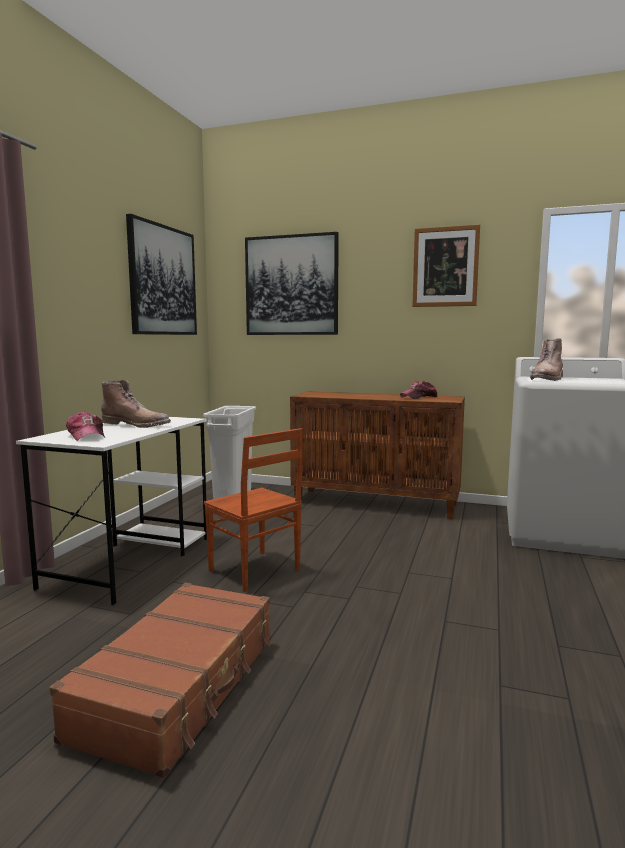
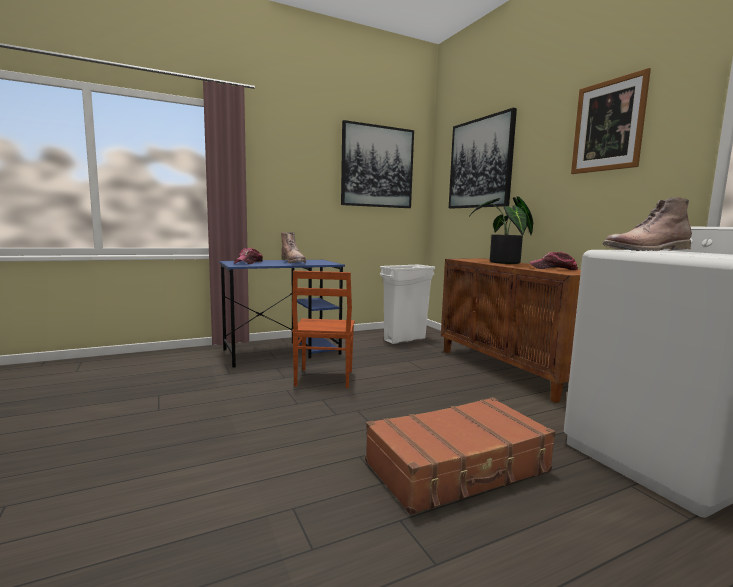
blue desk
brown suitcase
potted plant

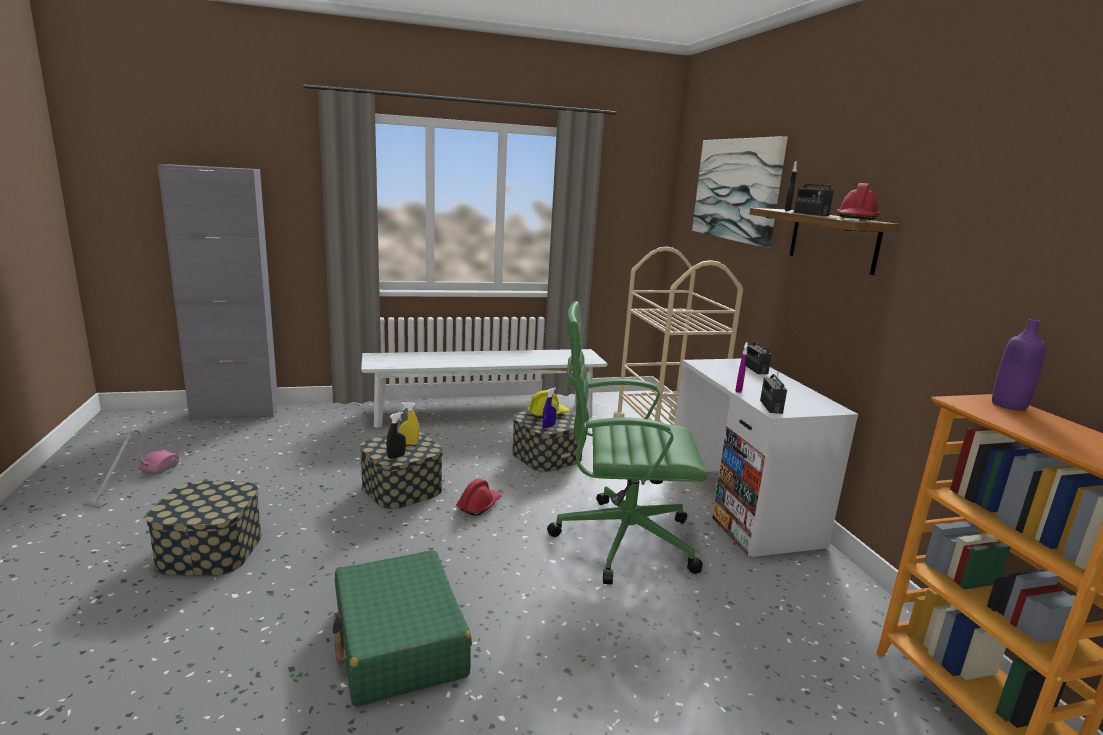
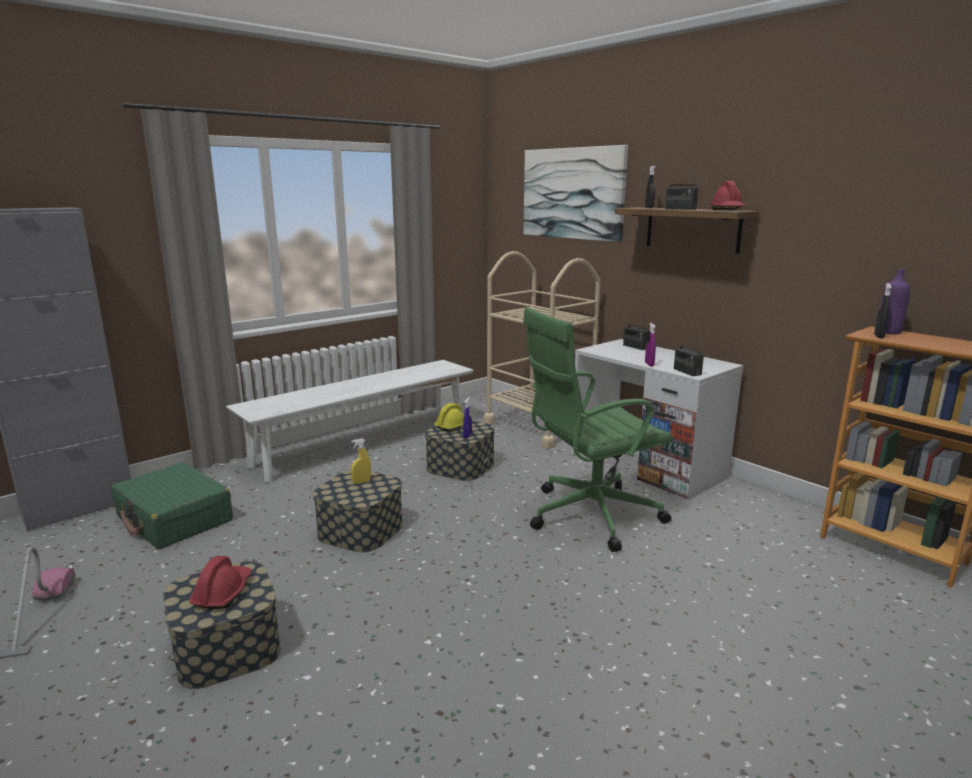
black spray bottle (no. 2 from left)
red hard hat (no. 1 from left)
green suitcase

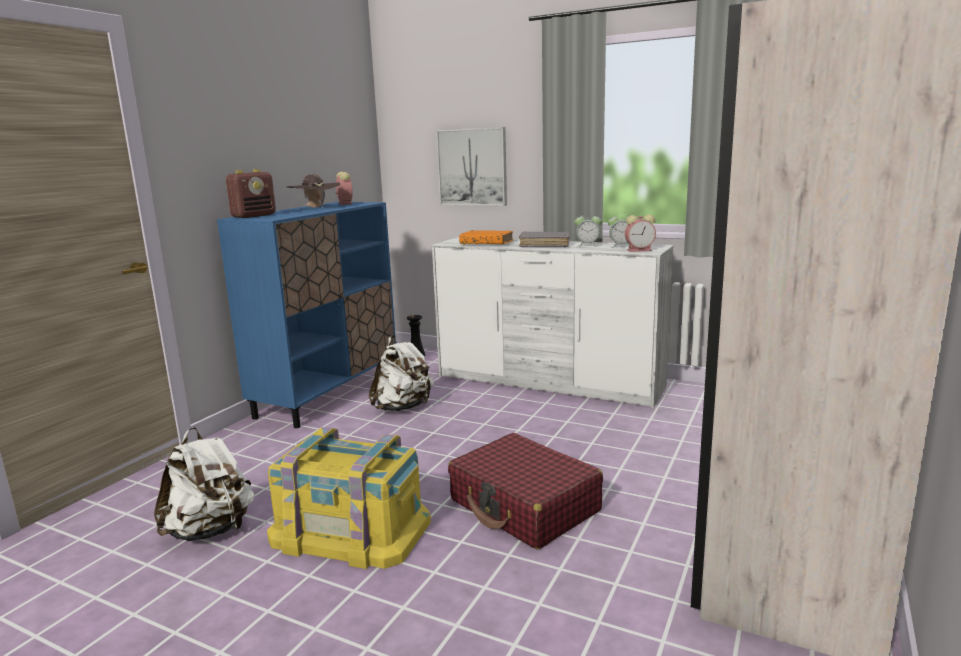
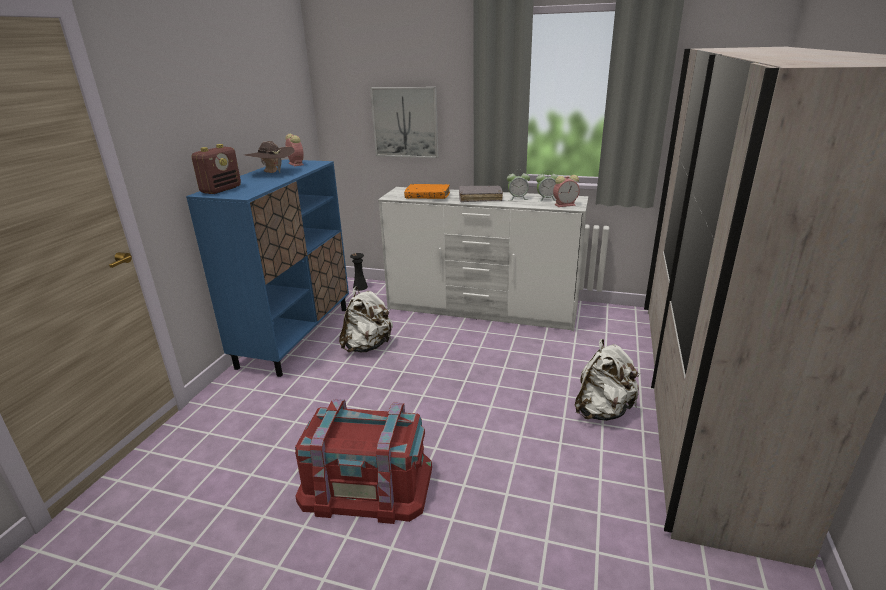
white backpack (no. 2 from left)
red storage box
red suitcase

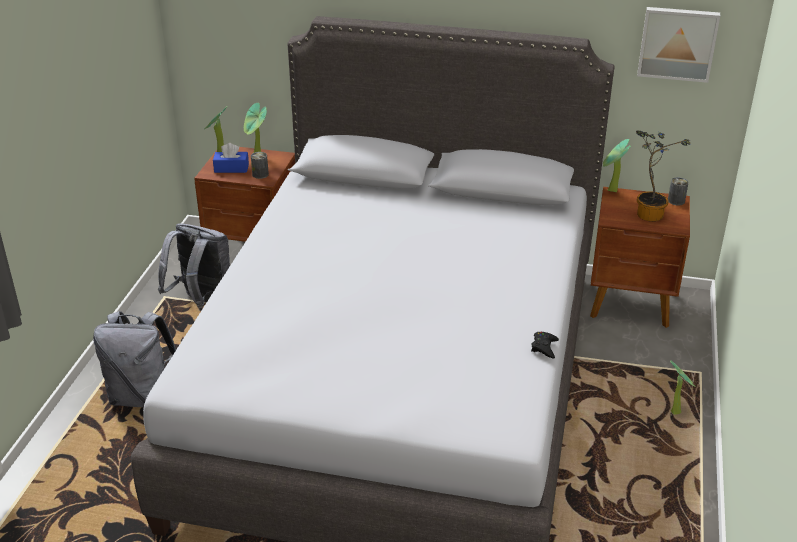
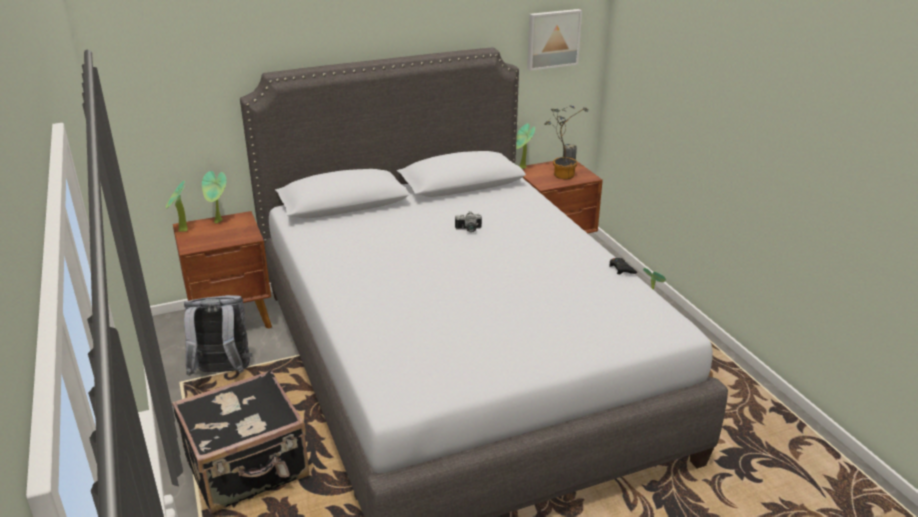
blue tissue box
can (no. 1 from left in the first image)
black suitcase
photo camera

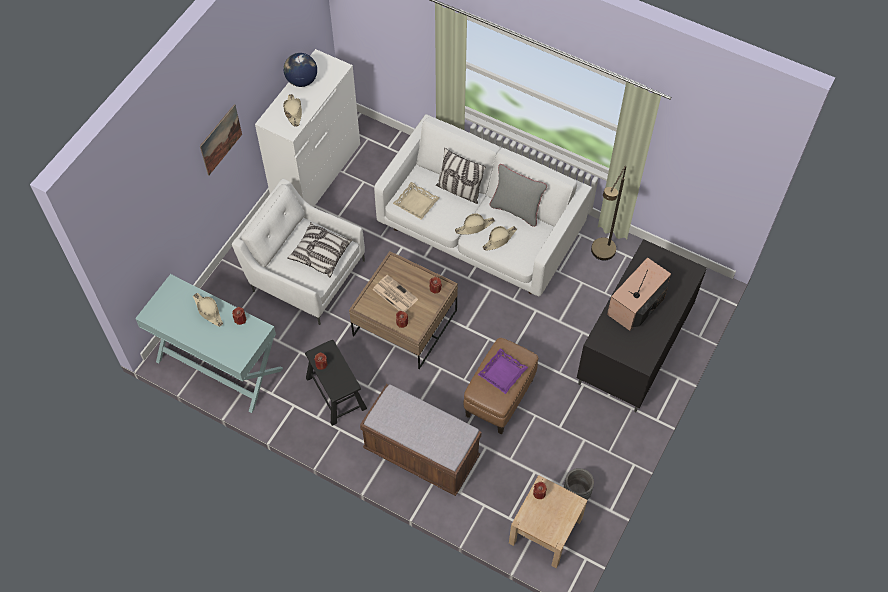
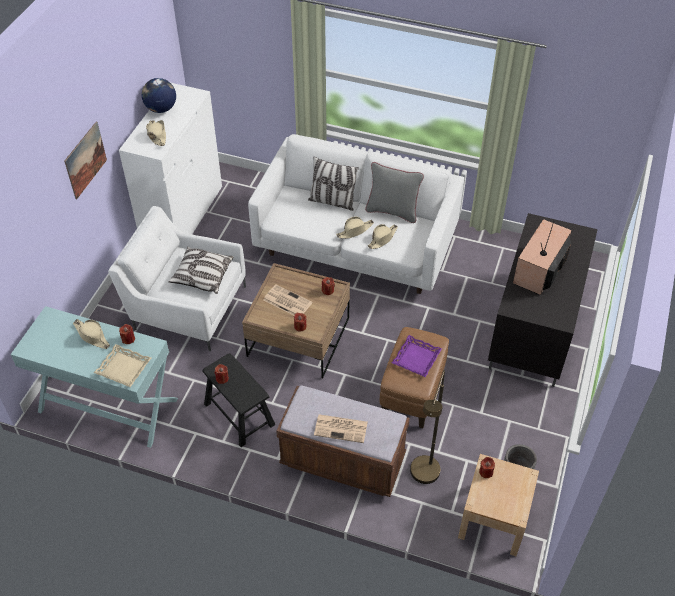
brown floor lamp
beige tray
newspaper (no. 2 from left)

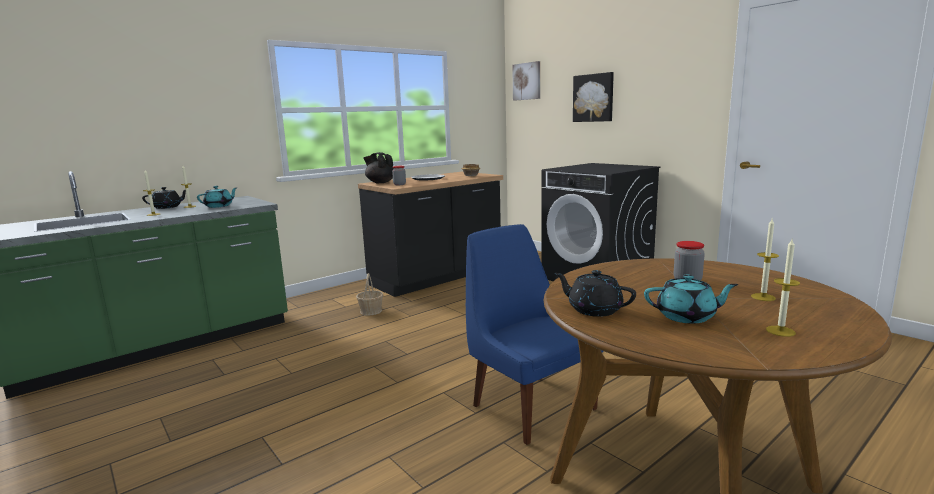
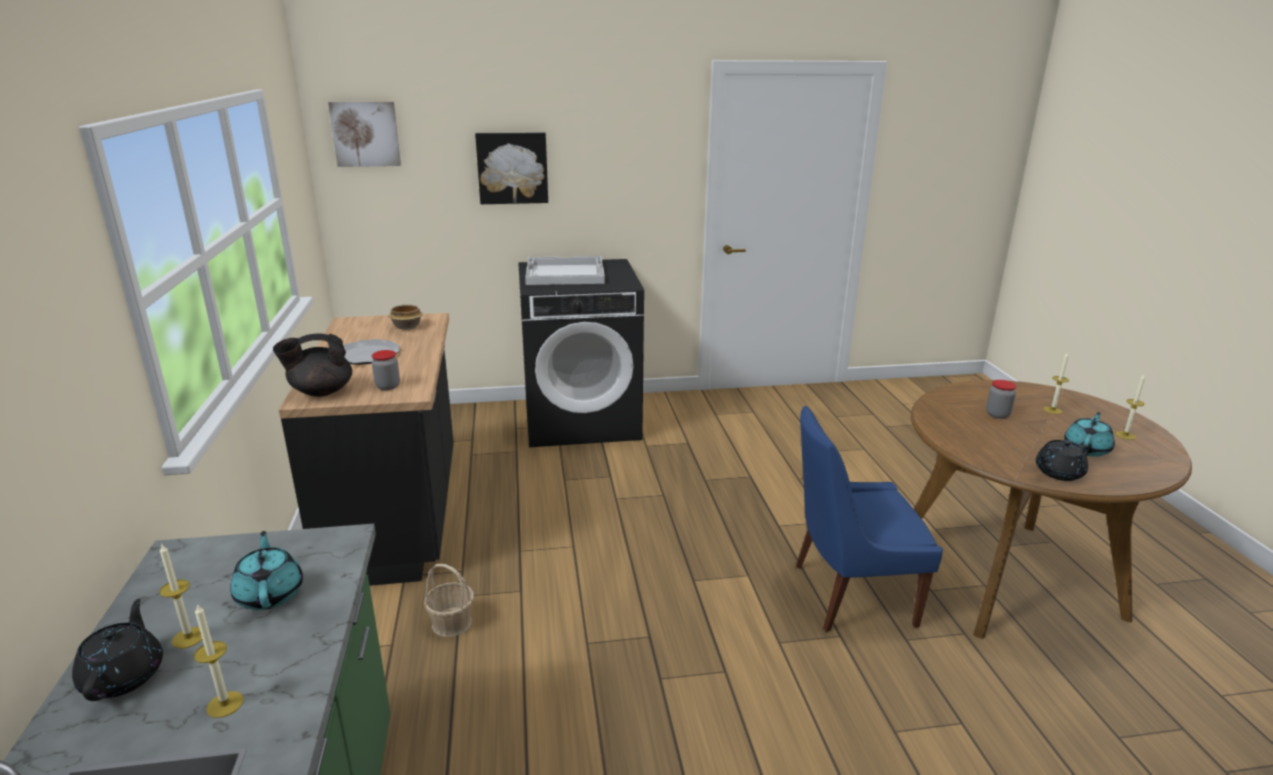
white tray

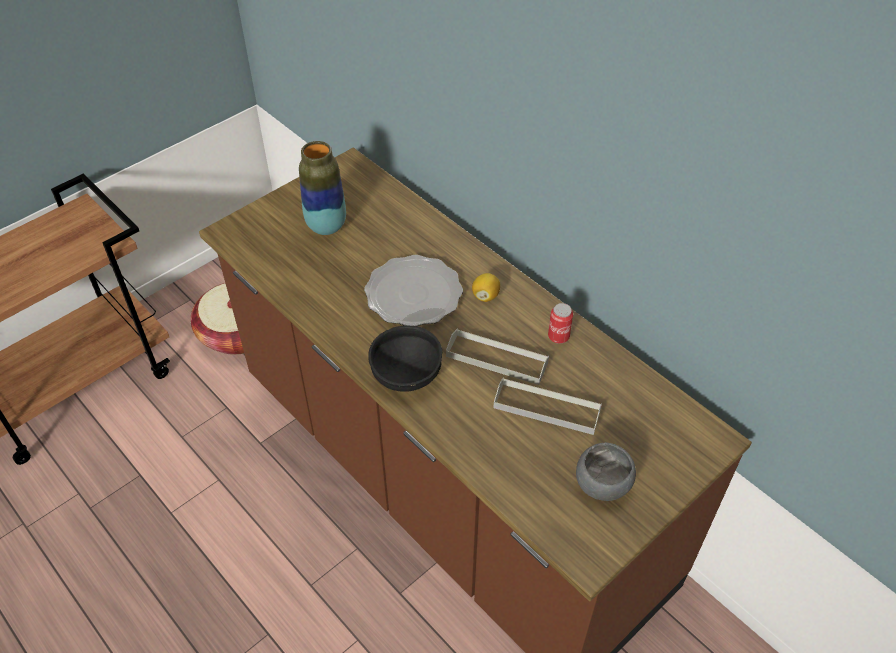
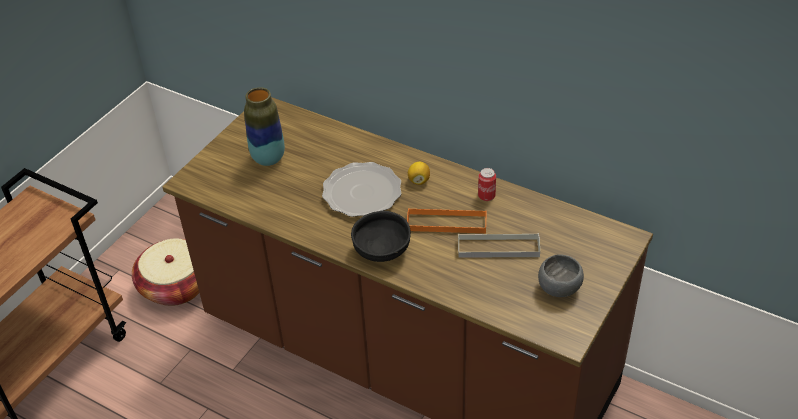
orange tray

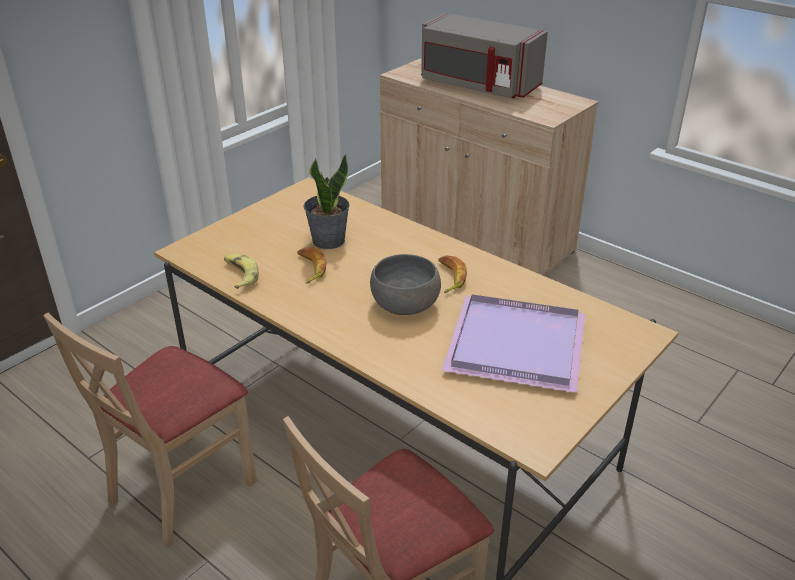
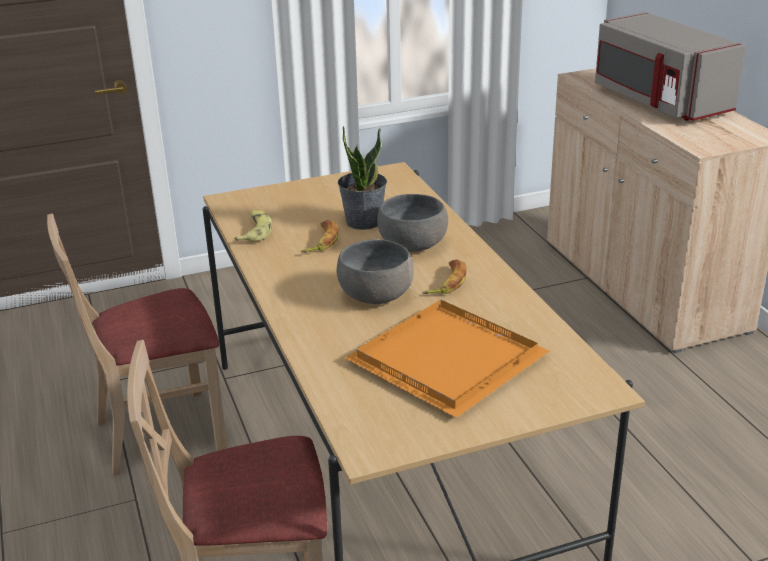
orange tray
grey bowl (no. 2 from left)

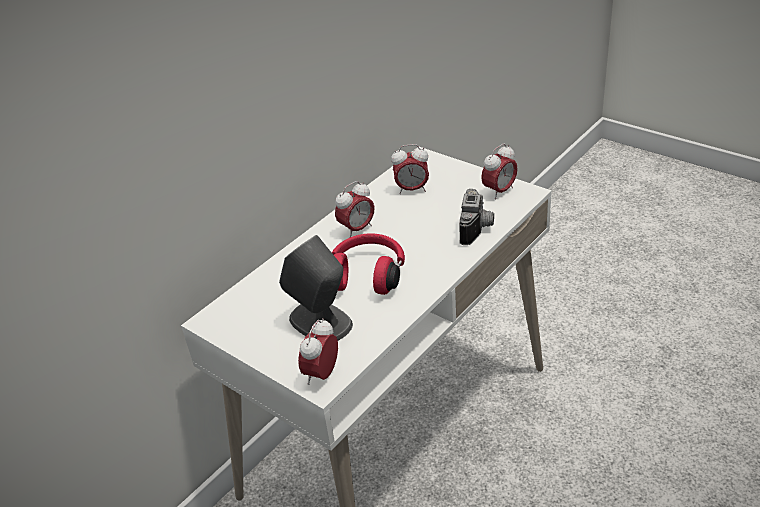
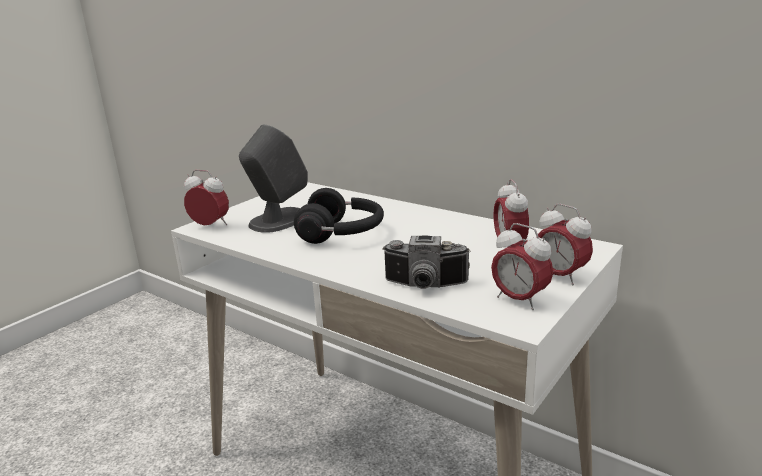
alarm clock (no. 4 from left)
black headphones

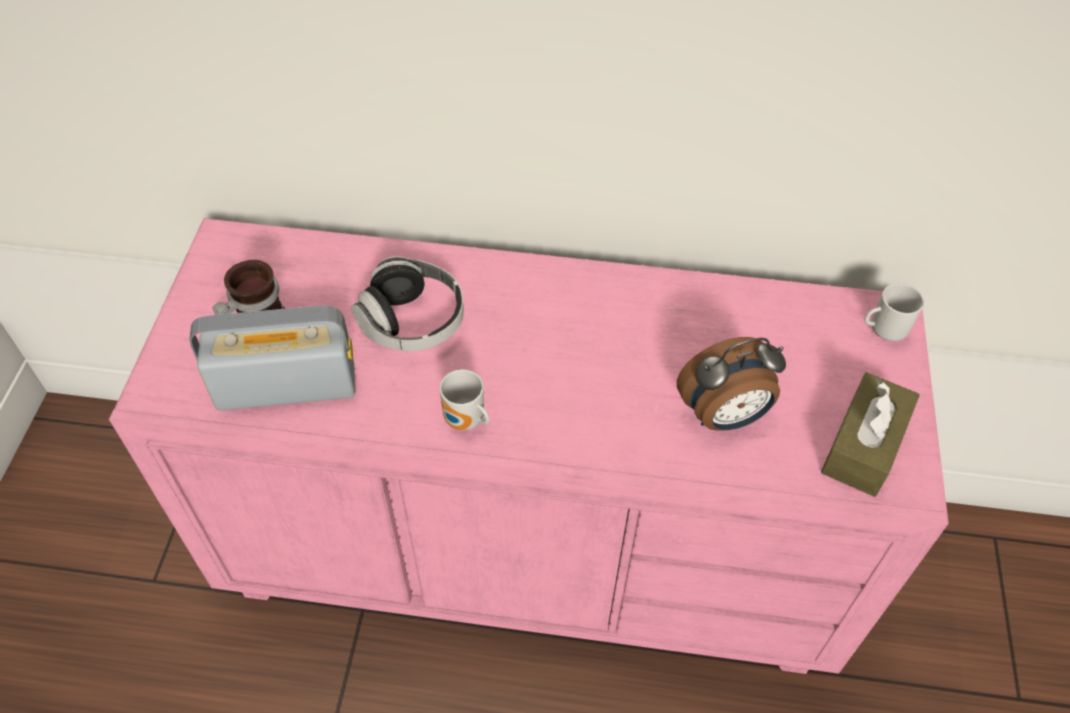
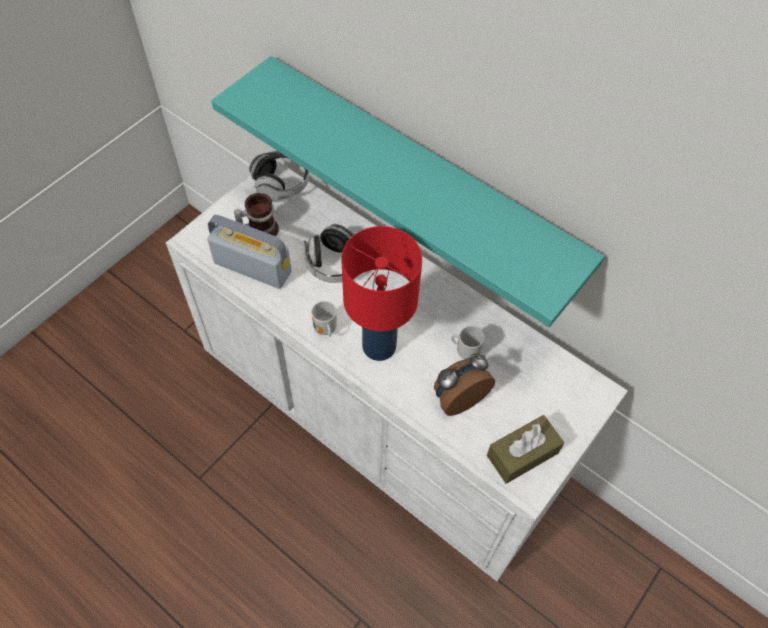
white dresser
mug (no. 3 from left)
alarm clock
turquoise shelf
headphones (no. 1 from left)
red table lamp

